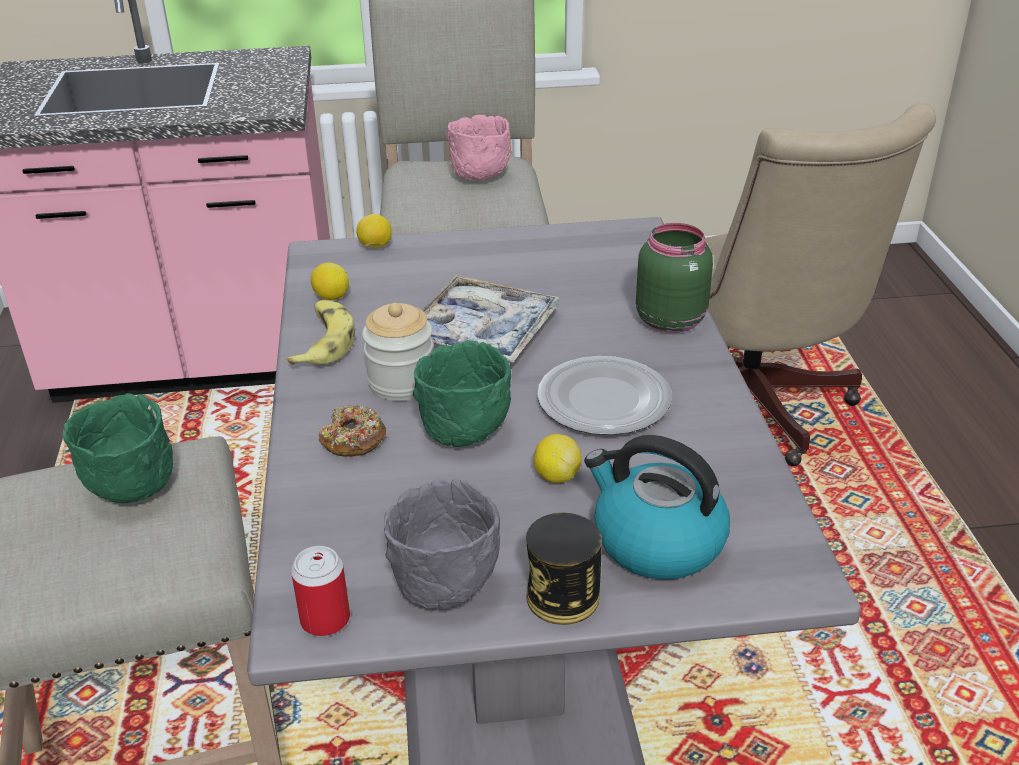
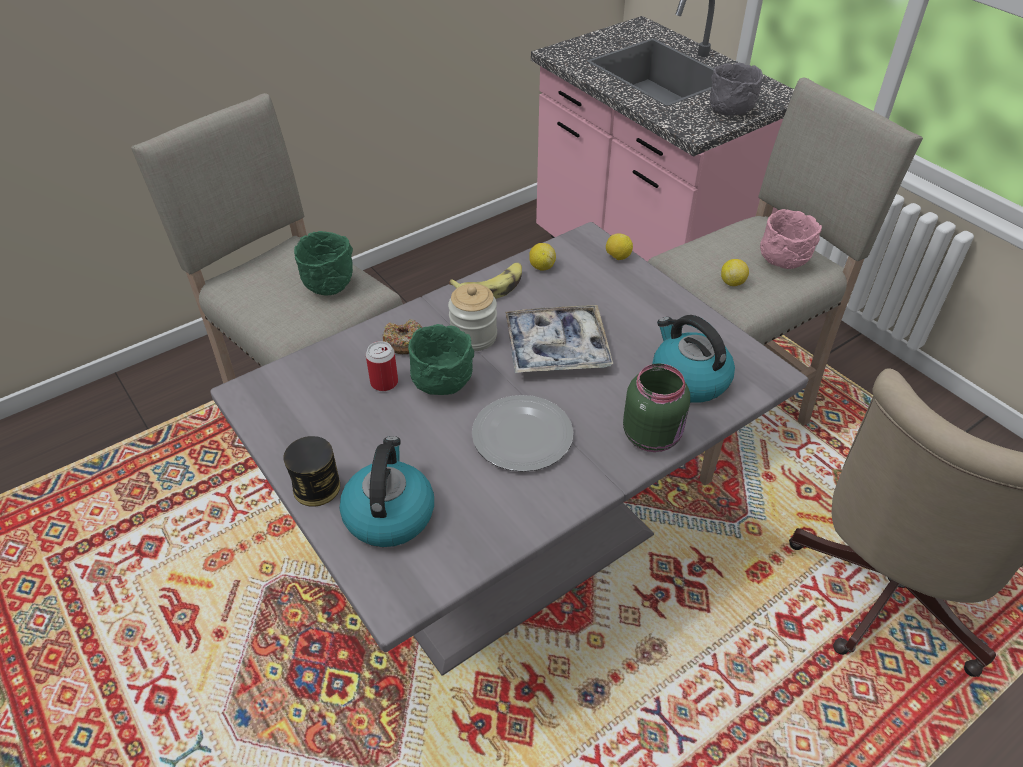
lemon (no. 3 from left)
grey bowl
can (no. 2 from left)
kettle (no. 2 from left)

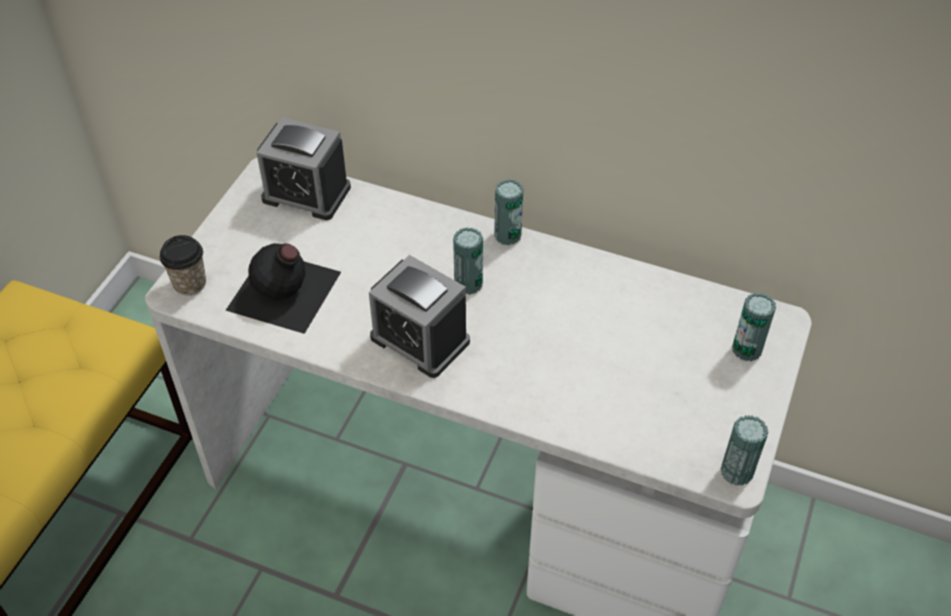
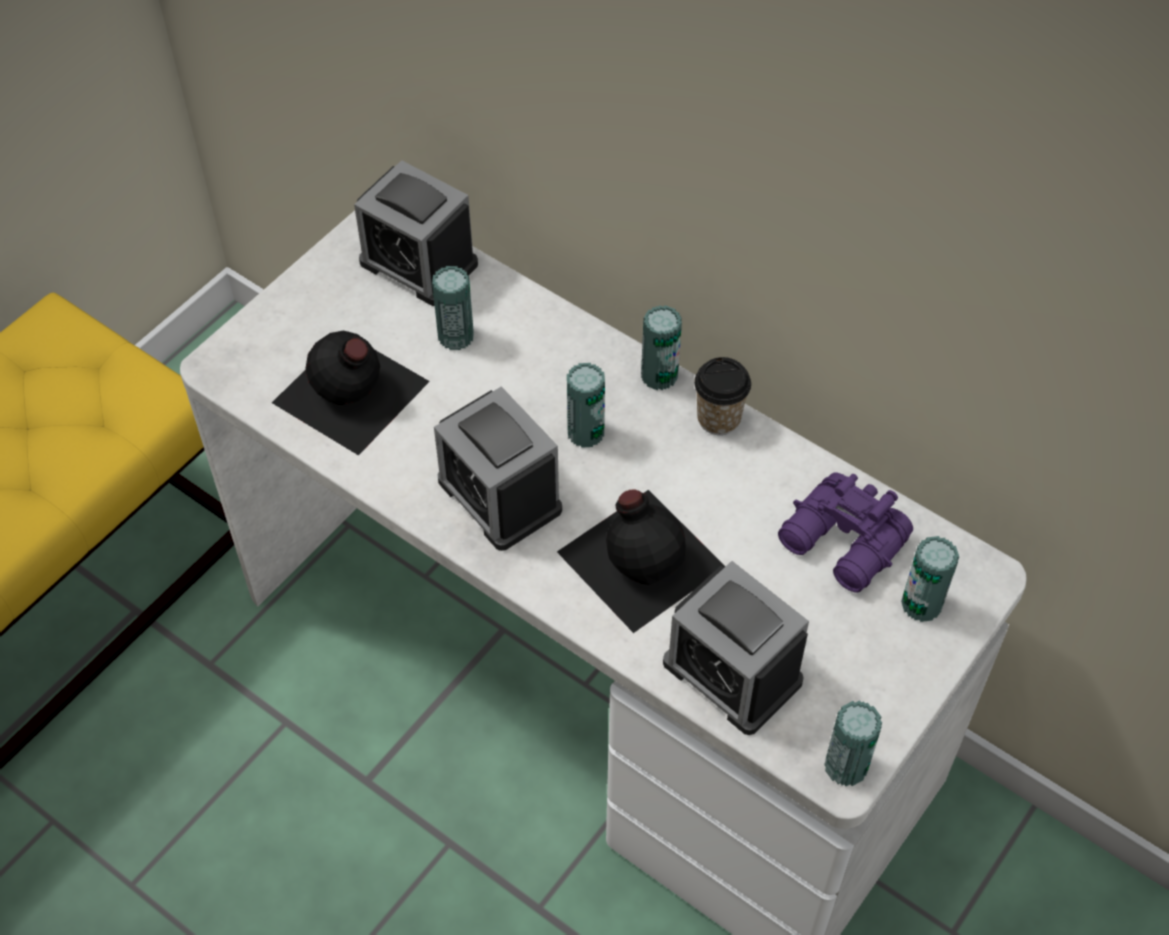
cup
can (no. 1 from left)
purple binoculars
black bottle (no. 2 from left)
alarm clock (no. 3 from left)

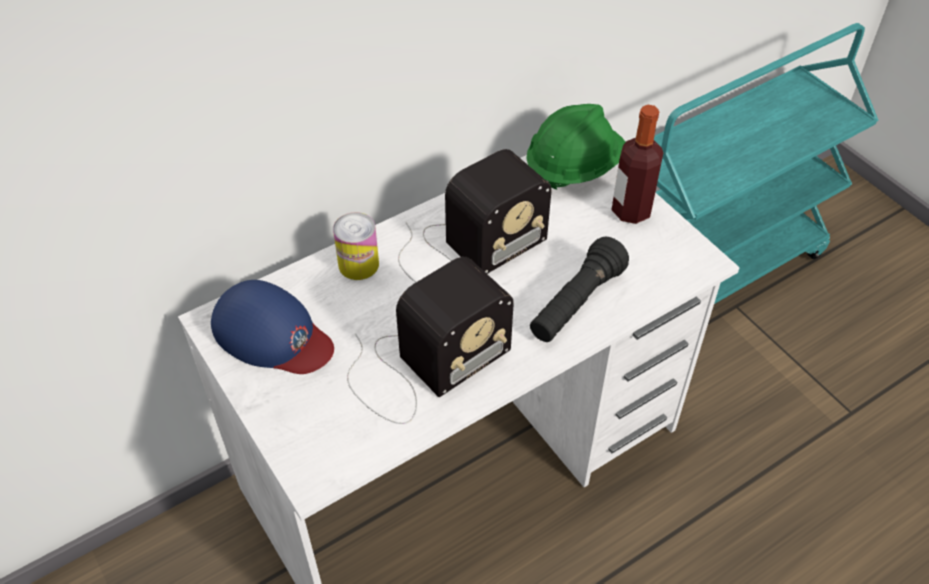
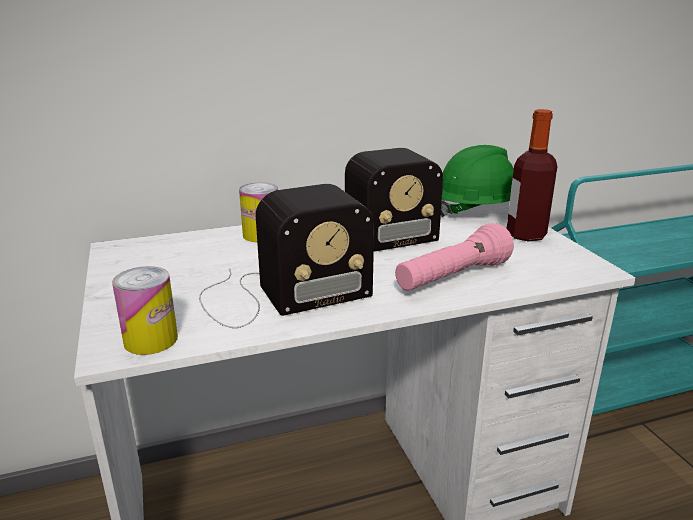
pink flashlight
blue cap
can (no. 1 from left)

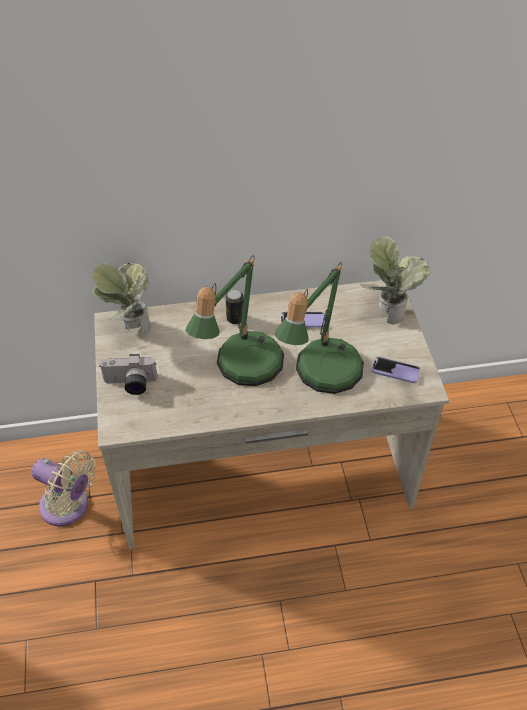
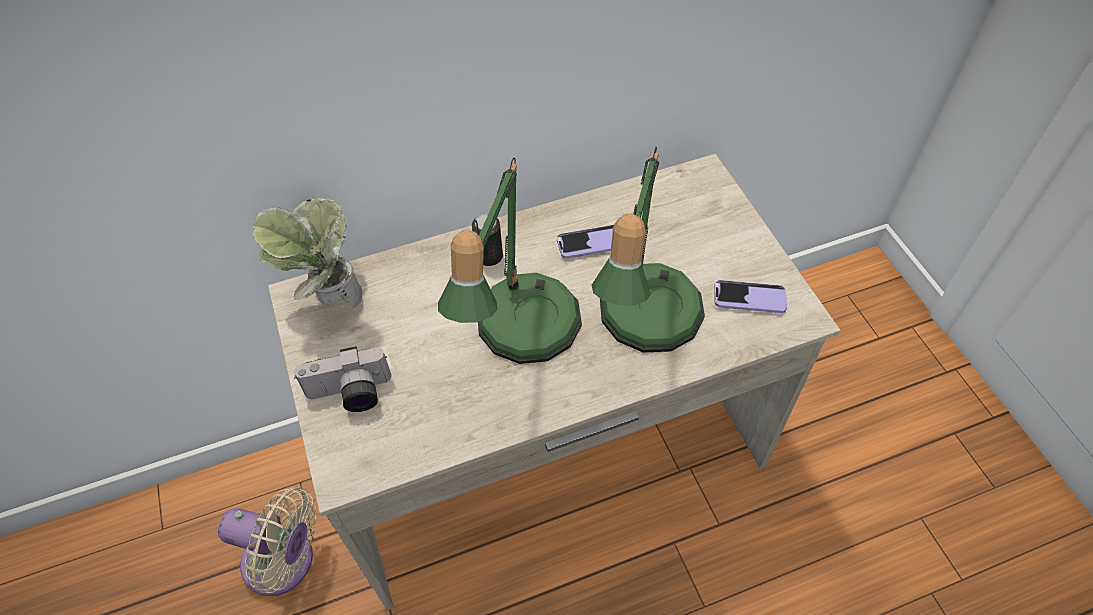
potted plant (no. 2 from left in the first image)

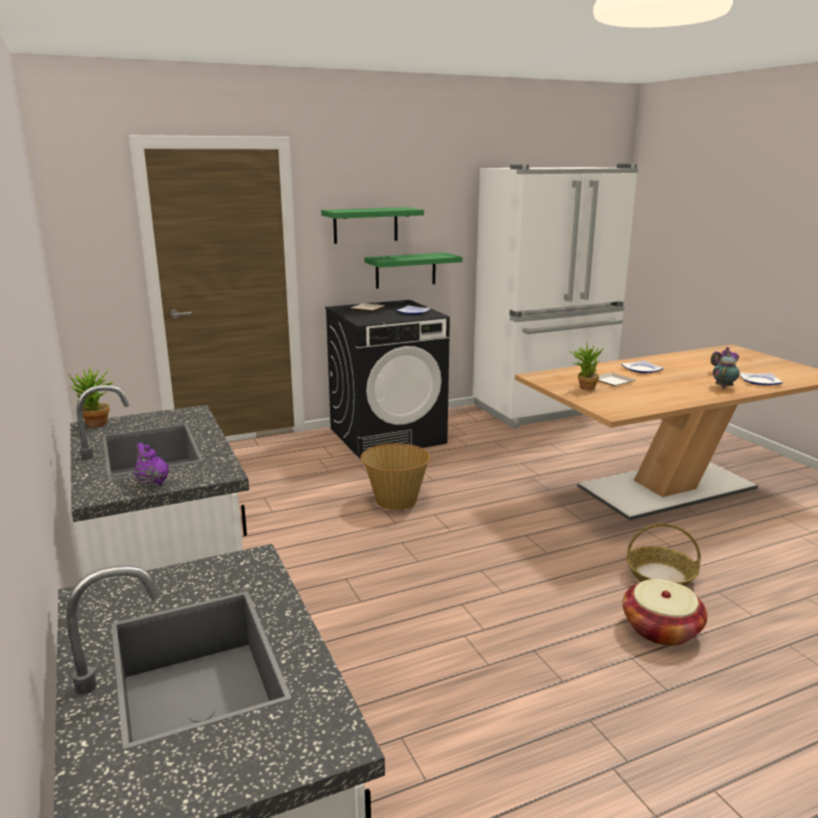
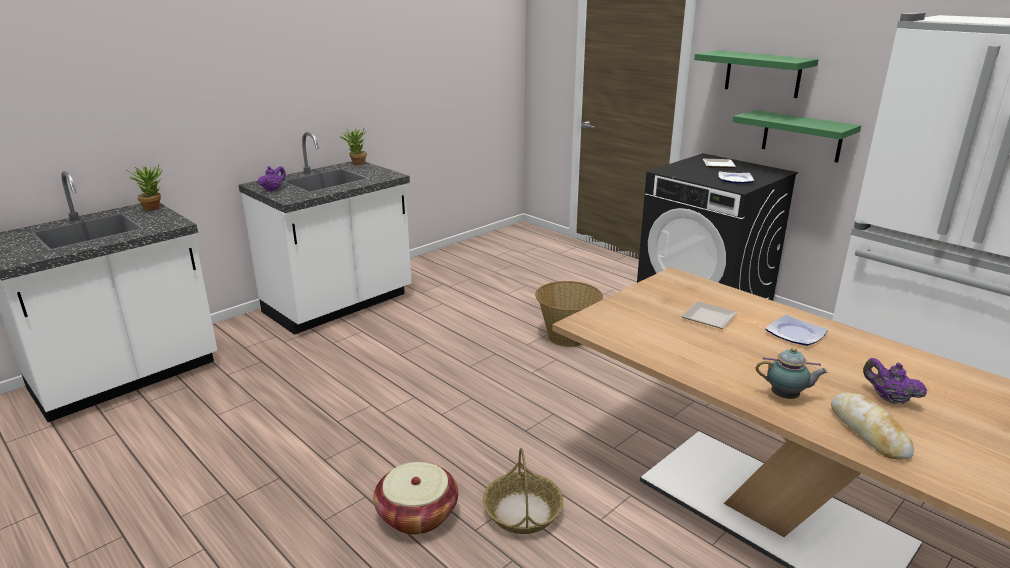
potted plant (no. 1 from left)
bread

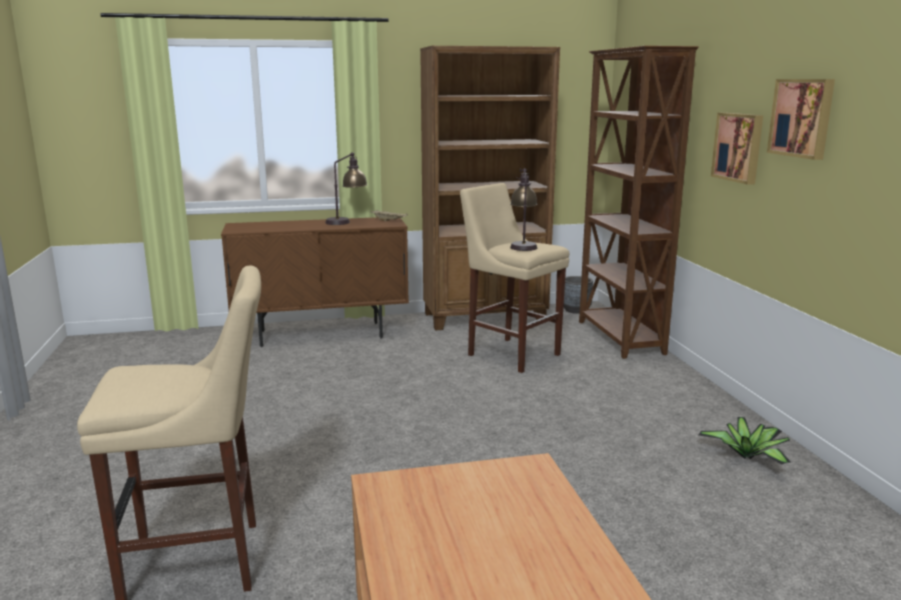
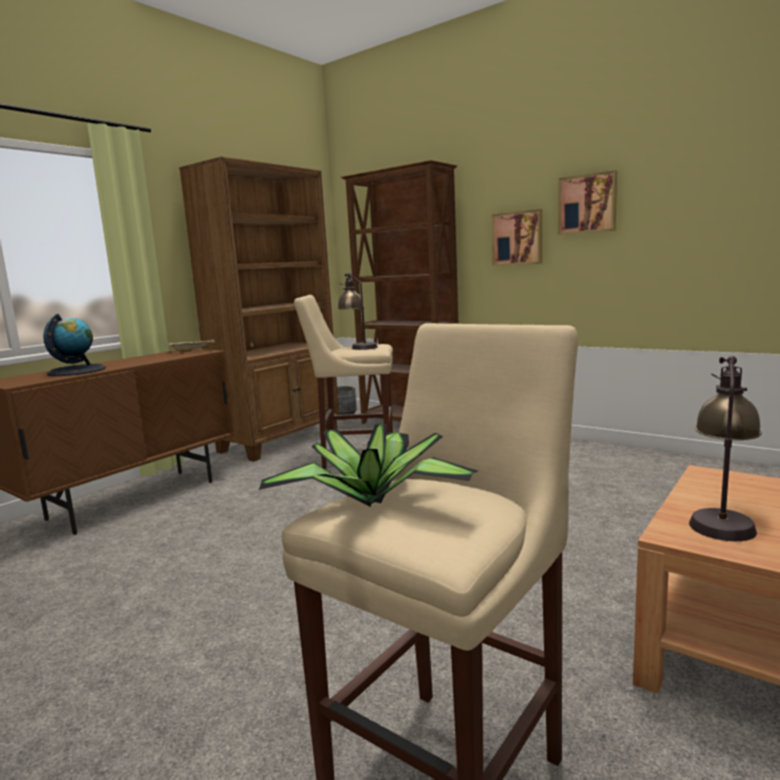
table lamp (no. 2 from left)
potted plant
globe

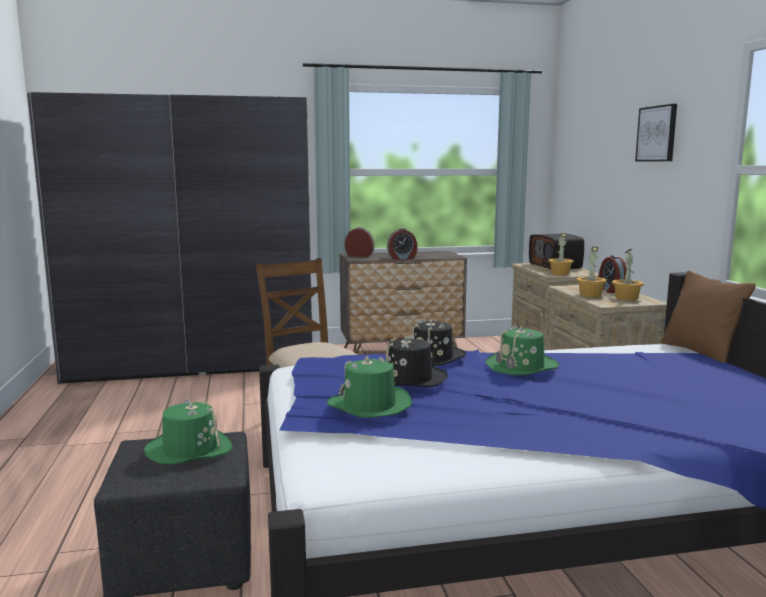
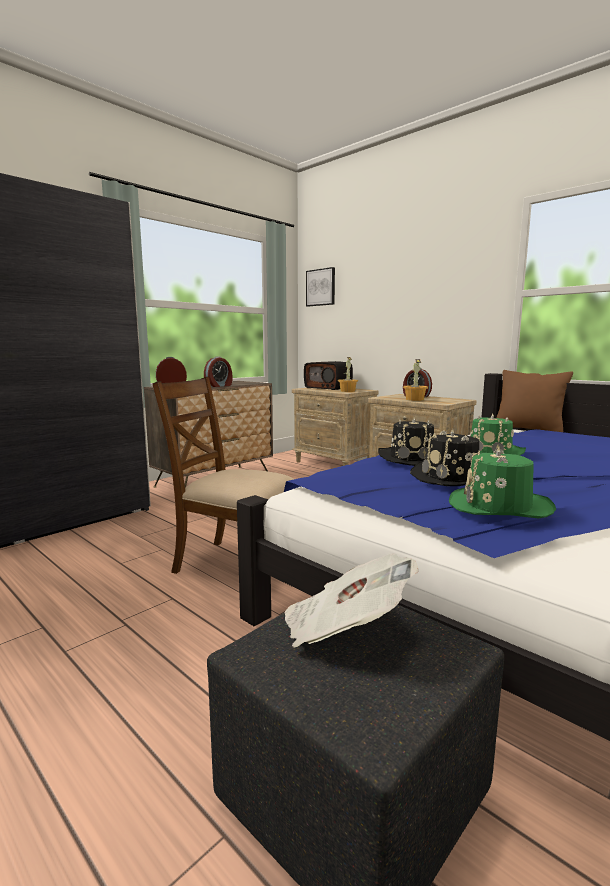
picture
potted plant (no. 3 from left in the first image)
newspaper

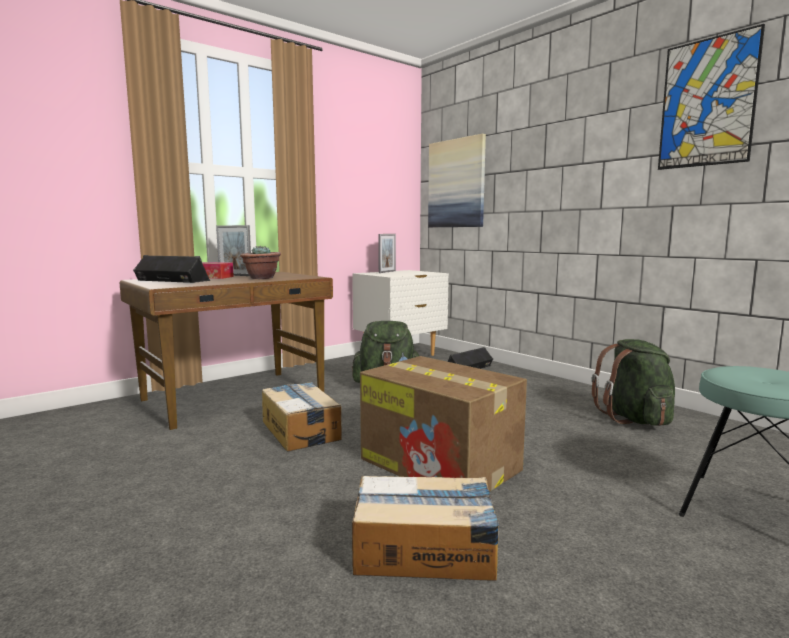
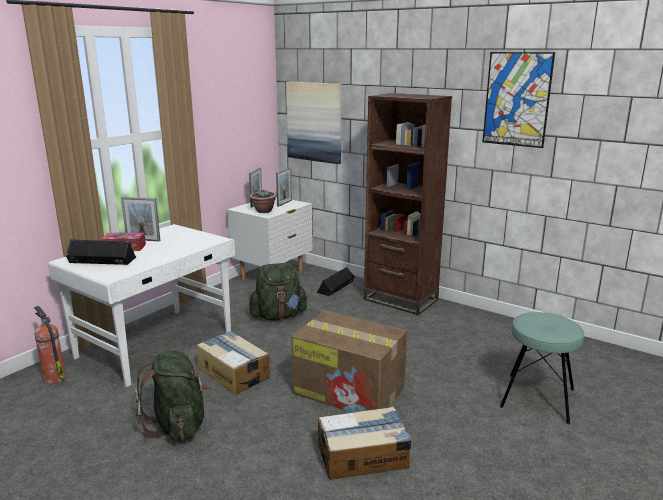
potted plant
white desk
green backpack (no. 1 from left)
brown bookcase
picture frame (no. 3 from left)
fire extinguisher

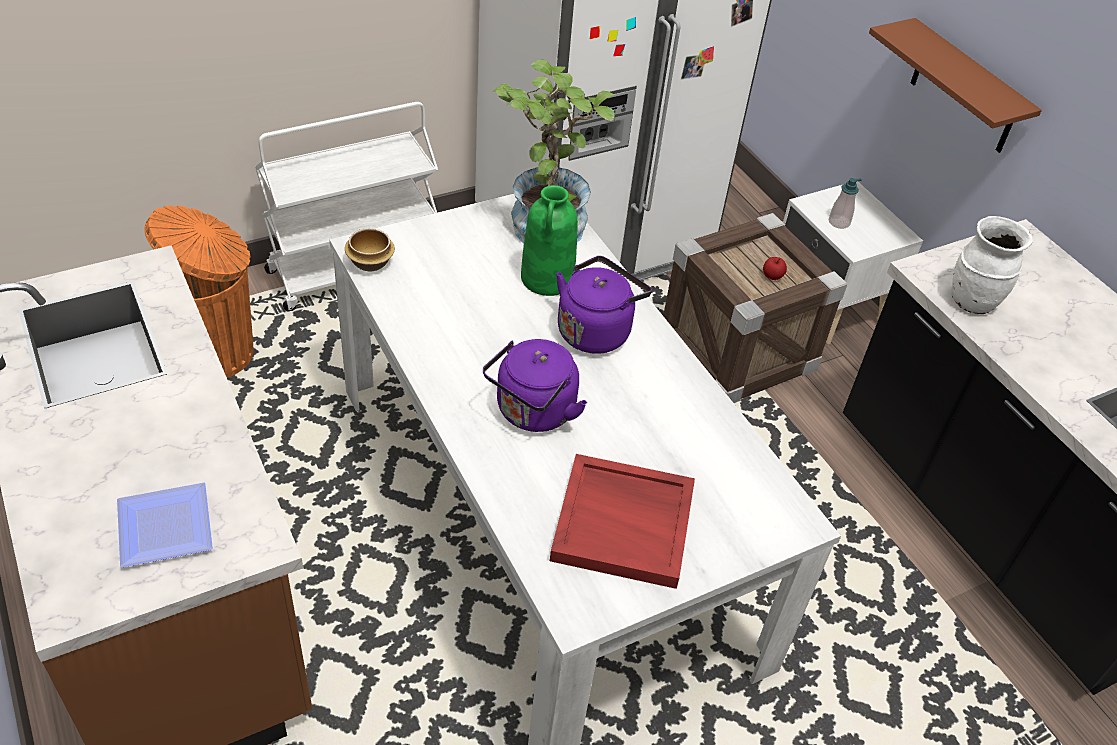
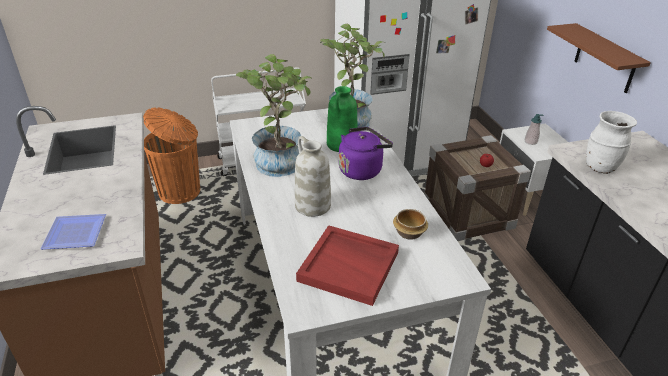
bowl
white vase (no. 1 from left)
potted plant (no. 1 from left)

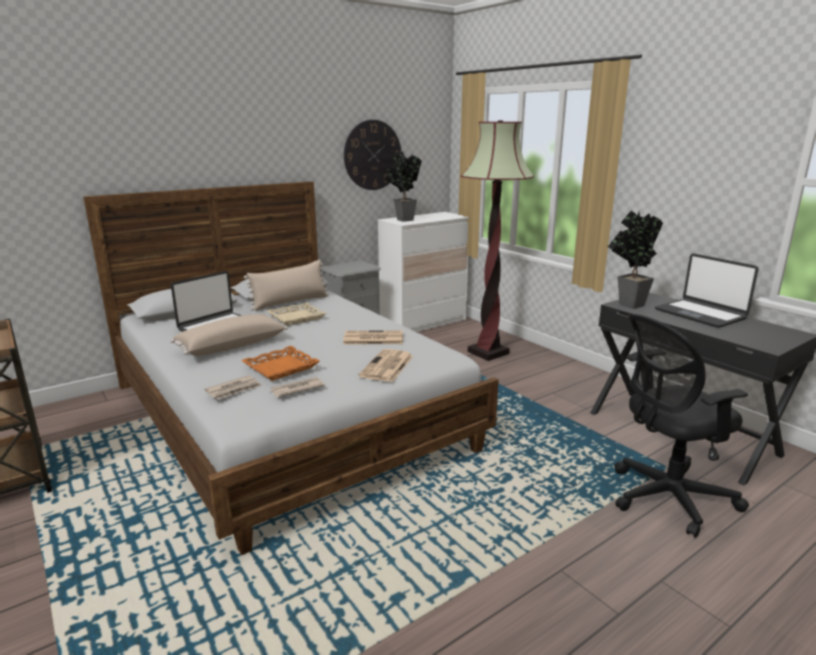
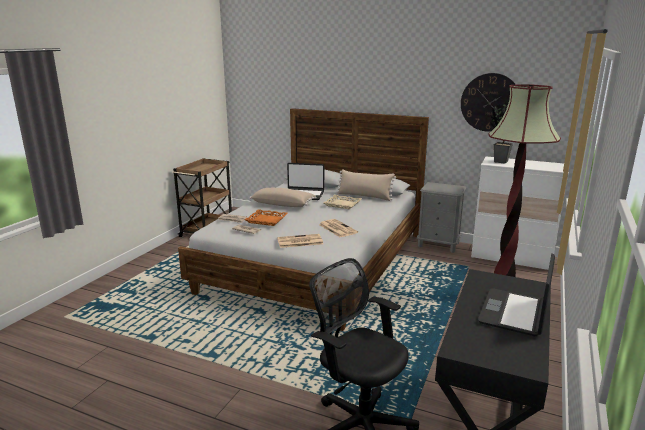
potted plant (no. 2 from left in the first image)

